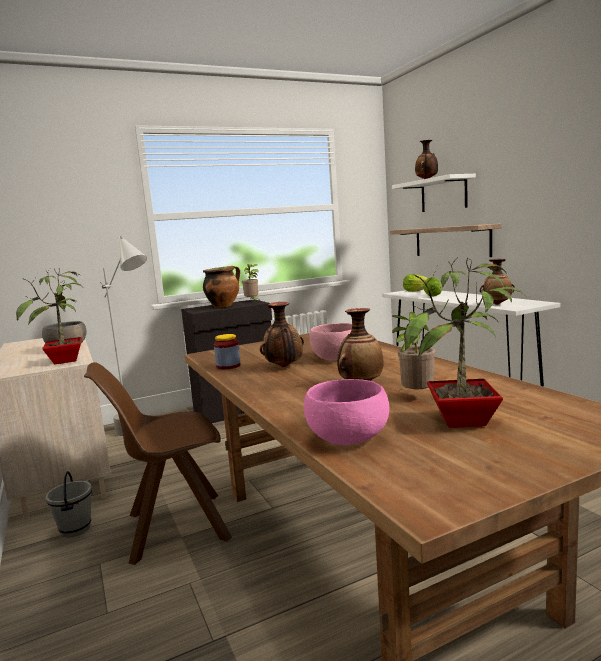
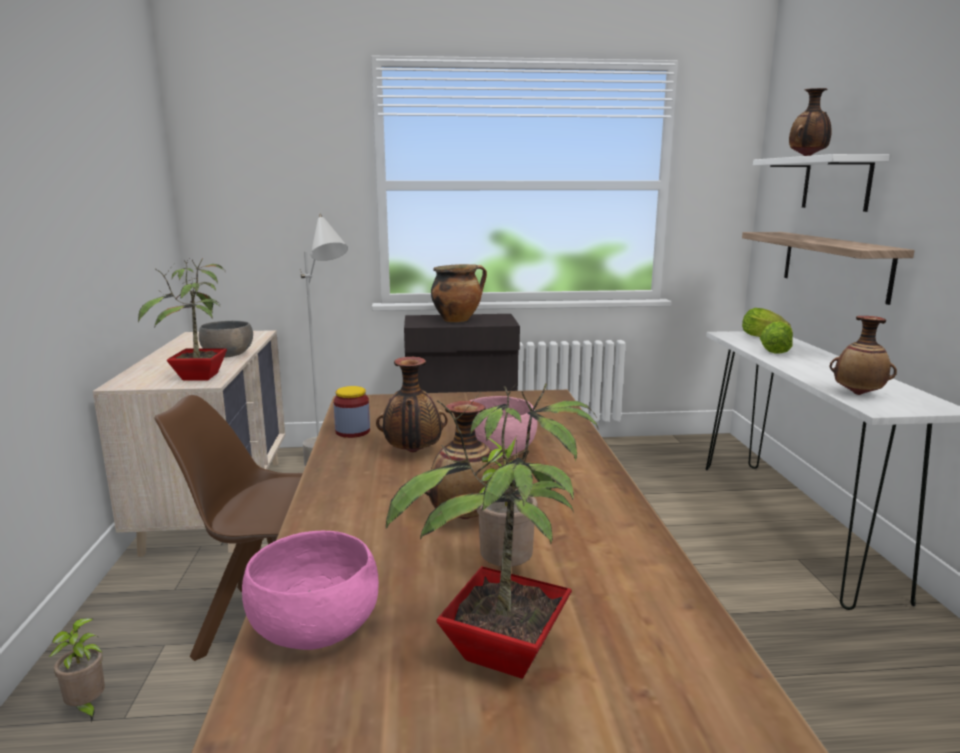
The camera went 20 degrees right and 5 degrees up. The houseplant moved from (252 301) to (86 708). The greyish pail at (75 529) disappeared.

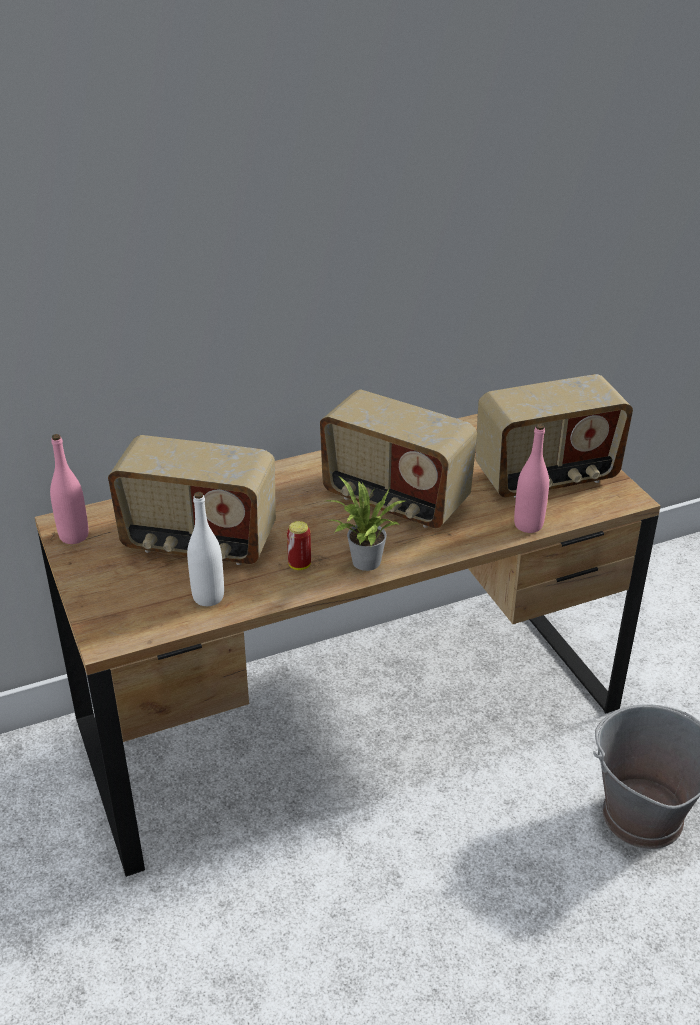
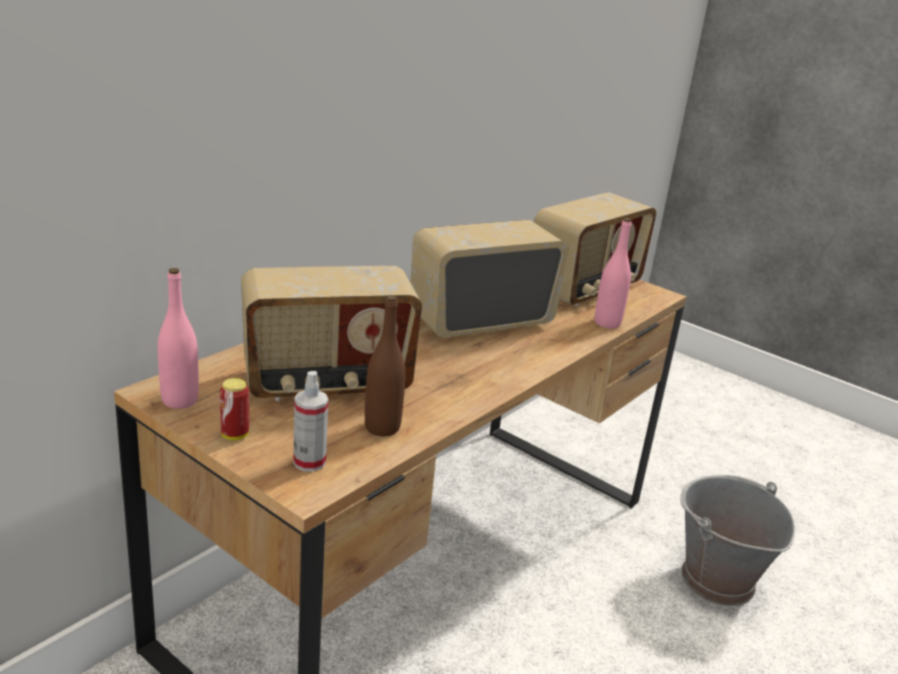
The camera went 30 degrees left and 10 degrees down. The metal can moved from (299 565) to (235 435). The spray bottle at (309 462) appeared. The white bottle at (208 597) became the brown-coloured bottle at (382 427). The radio receiver at (394 501) turned 150 degrees clockwise. The houseplant at (363 563) disappeared.

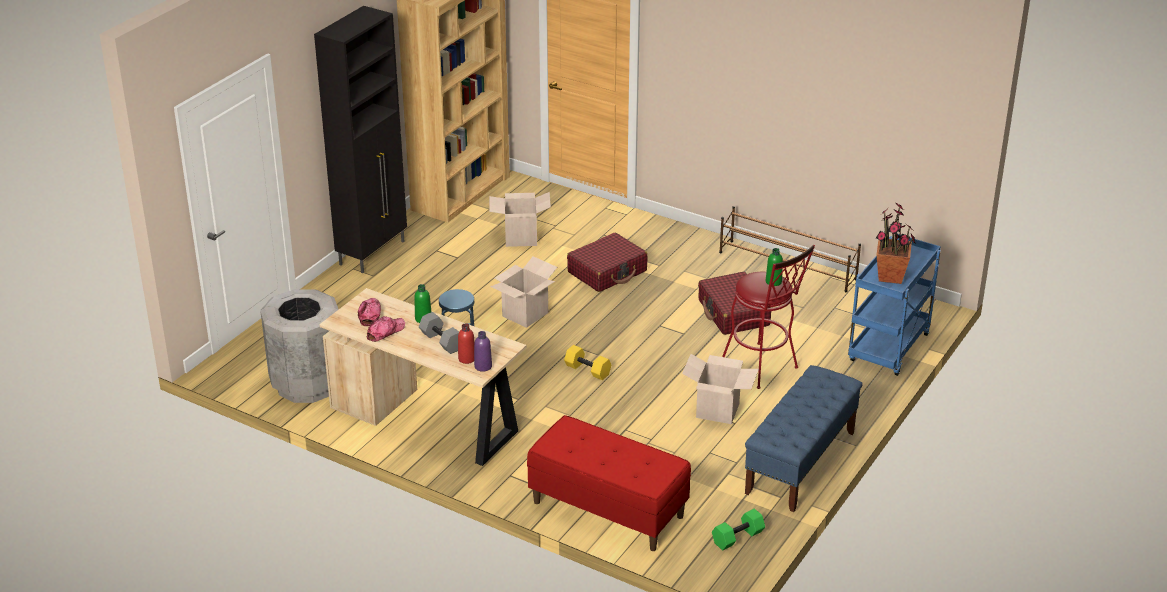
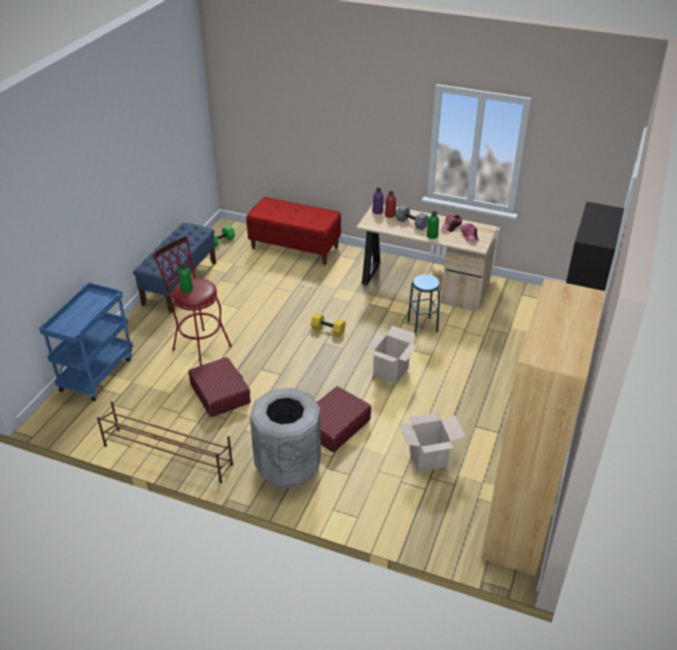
The camera went 170 degrees right and 5 degrees up. The greyish trash can moved from (308 383) to (288 467). The packing box at (717 411) disappeared. The houseplant at (891 276) disappeared.

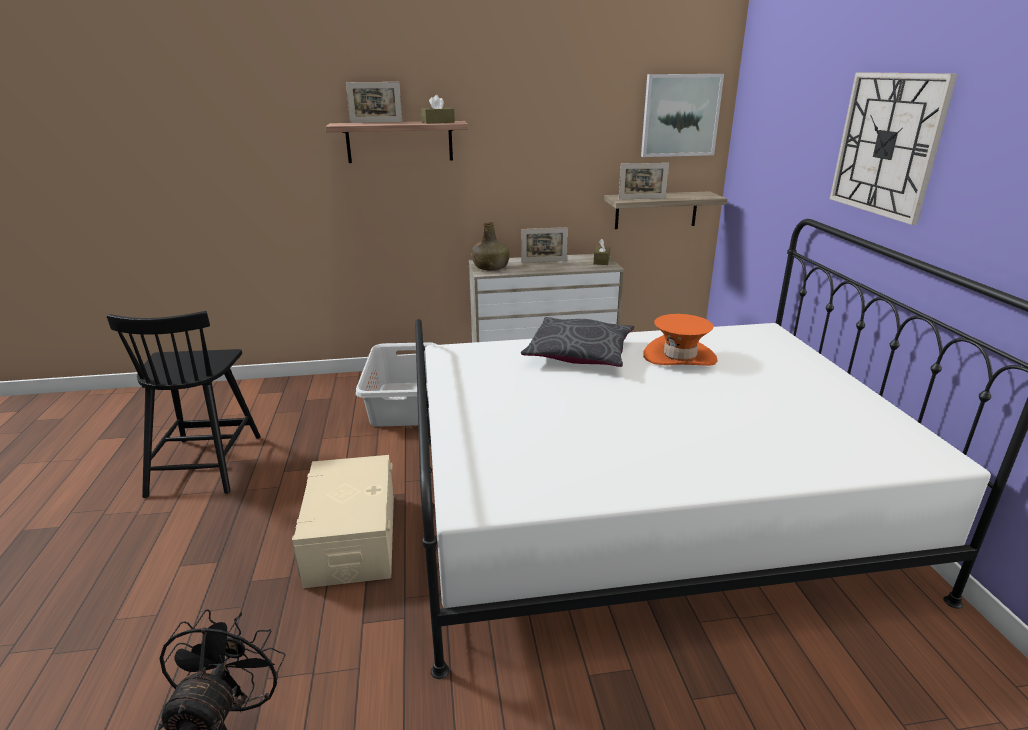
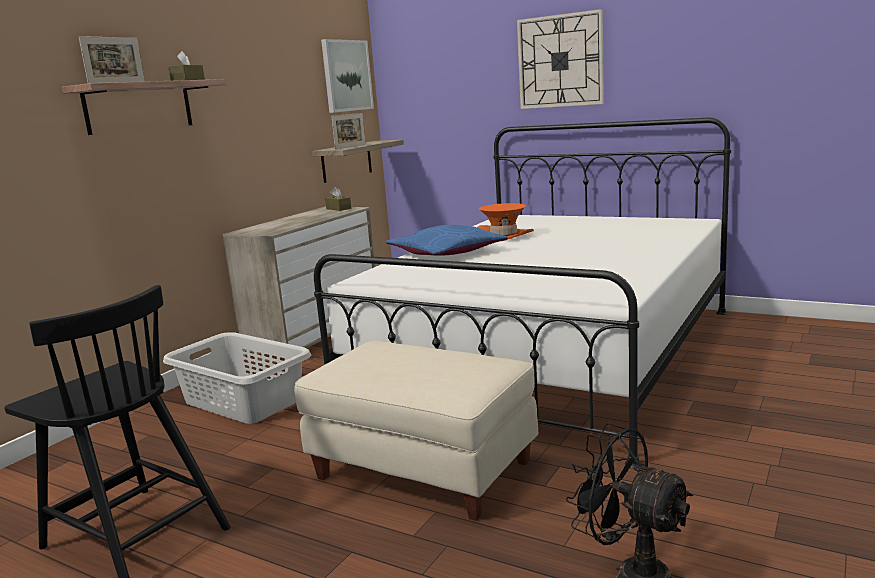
The camera went 50 degrees left and 10 degrees down. The sand-coloured storage box at (352 538) was replaced by the sand-coloured pouffe at (424 469). The greyish pillow at (579 353) became the bluish pillow at (446 253). The green bottle at (490 267) disappeared. The standing frame at (544 261) disappeared.

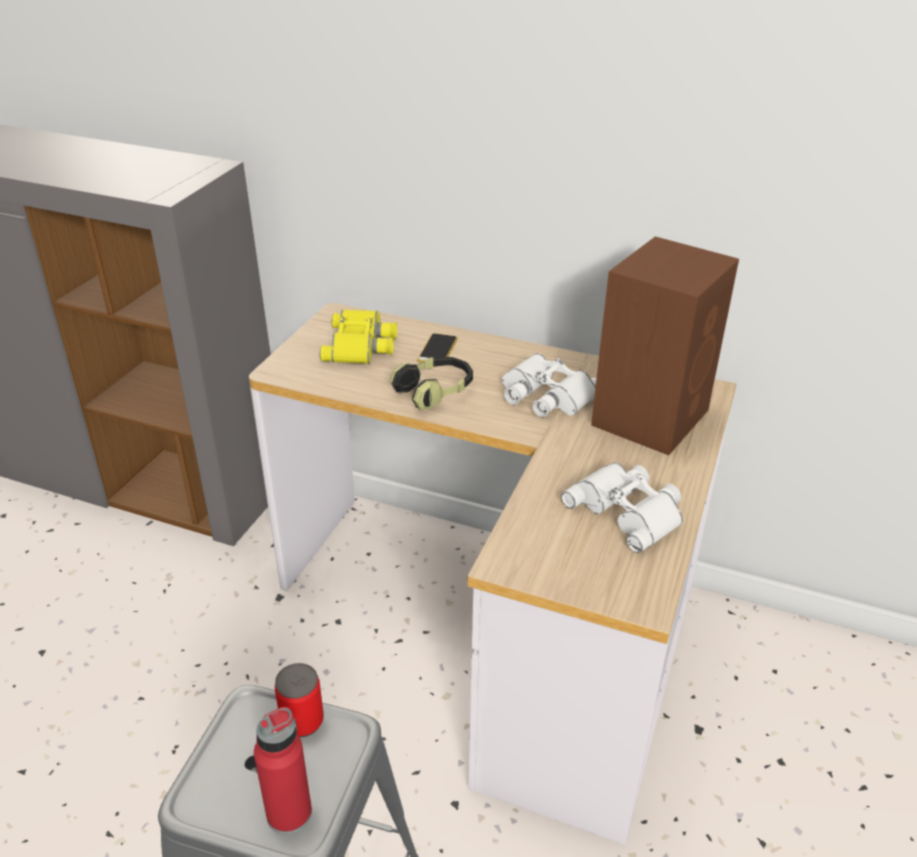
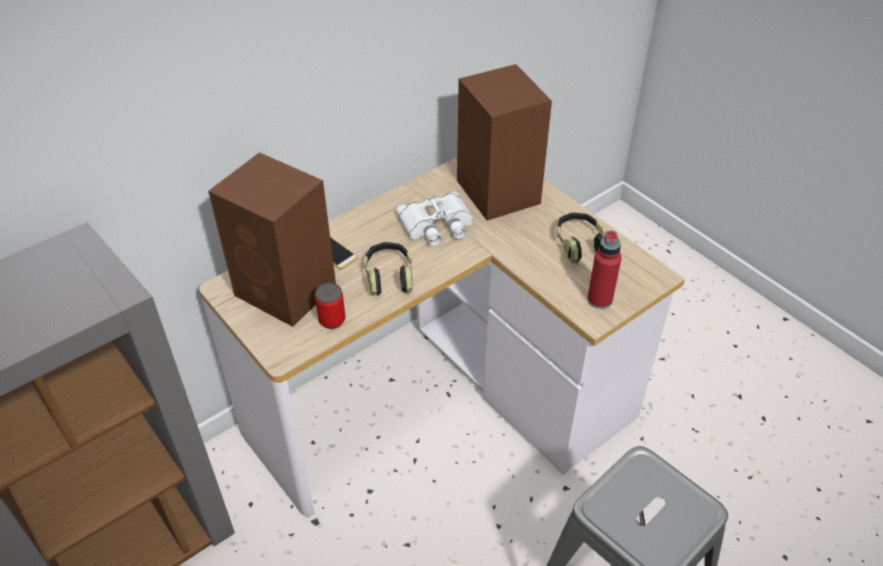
The camera went 60 degrees left and 10 degrees up. The yellow binoculars at (361 345) was replaced by the brown-coloured audio speaker at (287 291). The metal can moved from (302 721) to (332 320). The white binoculars at (628 510) was replaced by the pair of headphones at (580 245). The red bottle moved from (289 814) to (599 300).

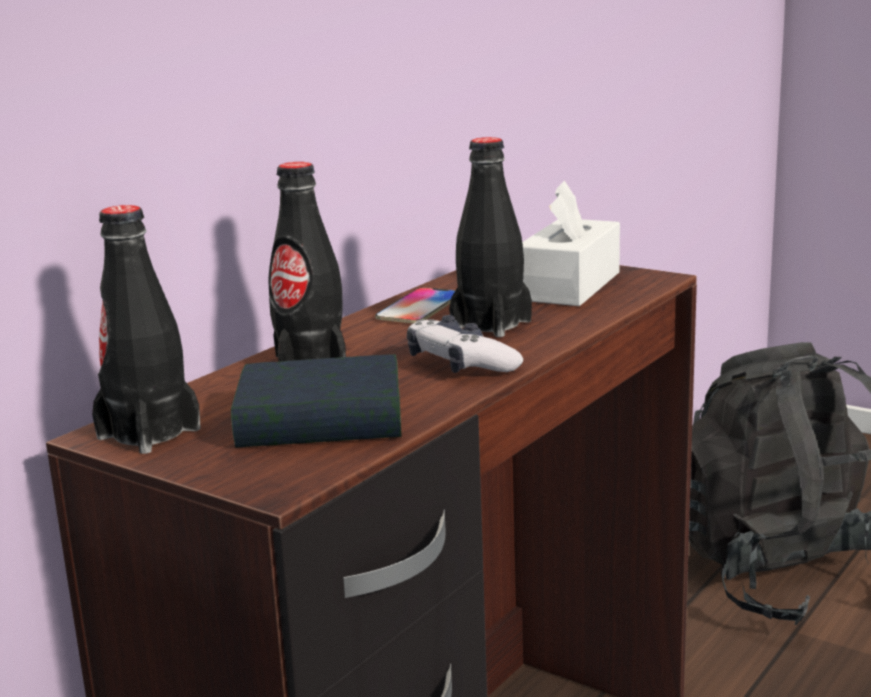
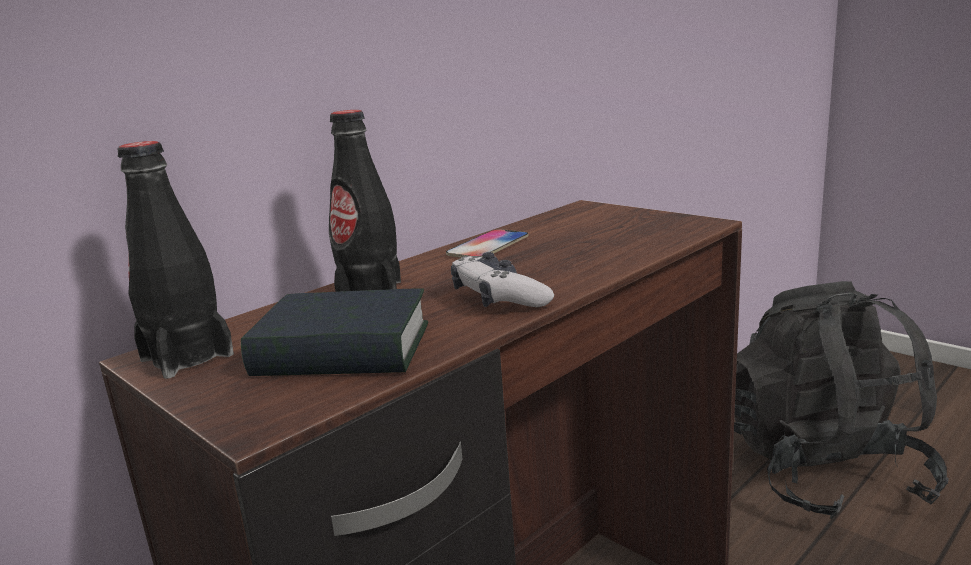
The camera went 10 degrees right and 0 degrees up. The blackish bottle at (491 324) disappeared. The white box of tissues at (569 286) disappeared.

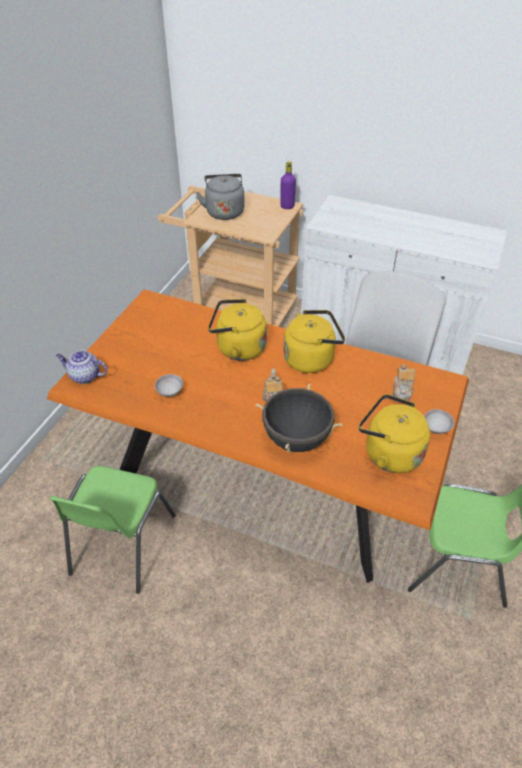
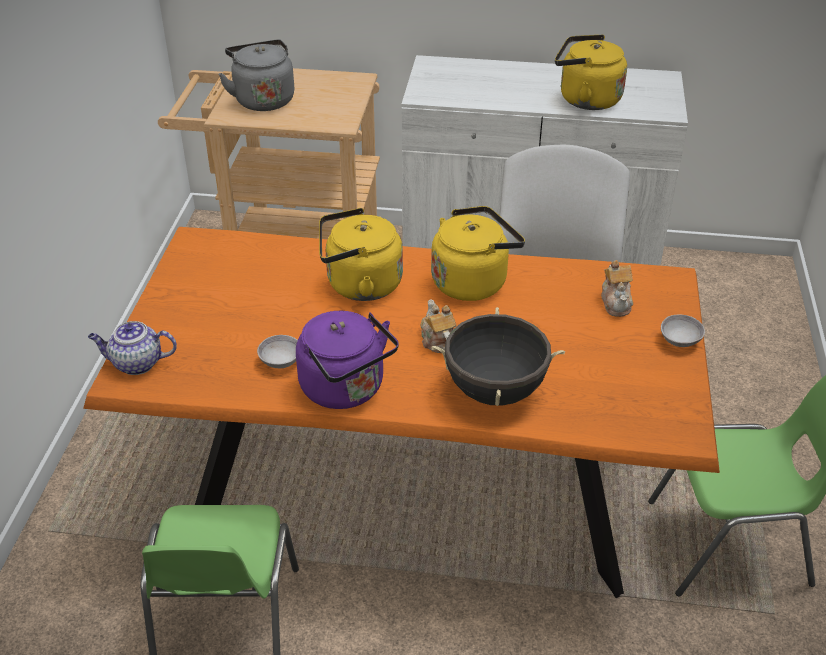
The camera went 15 degrees left and 5 degrees down. The purple kettle at (346 390) appeared. The yellow kettle moved from (389 453) to (585 99). The purple bottle at (287 206) disappeared.

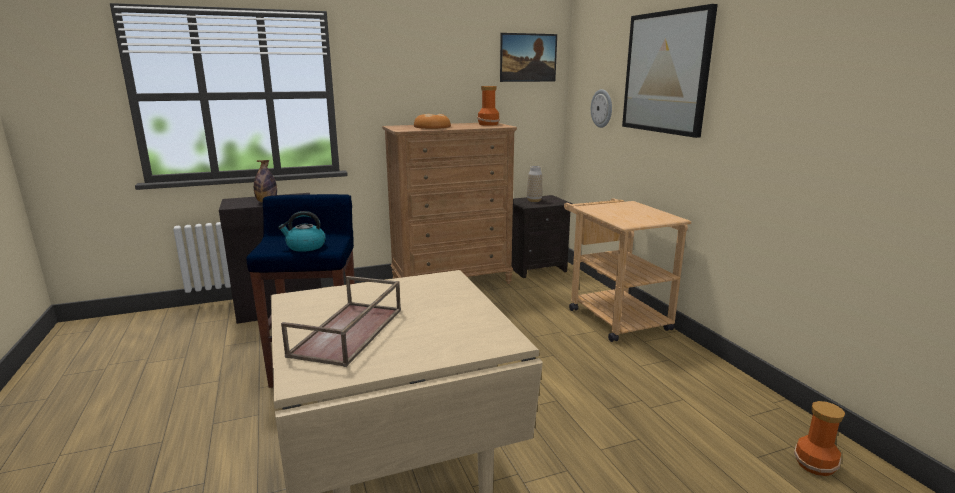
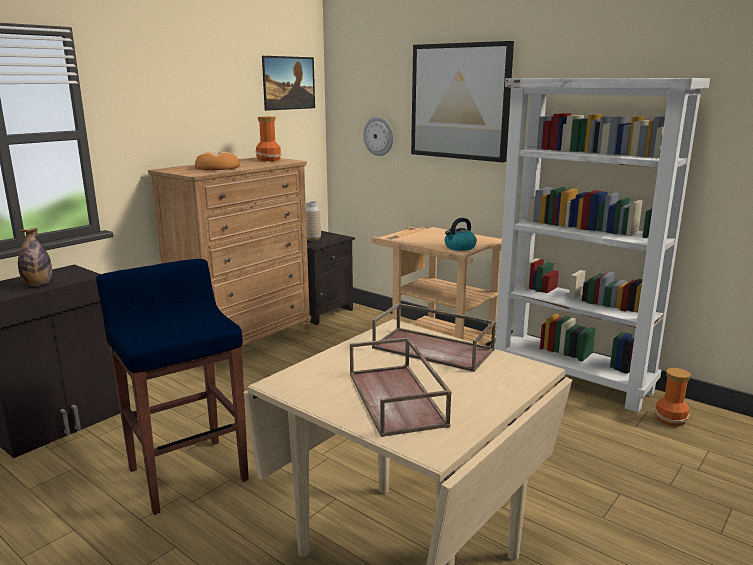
The camera went 30 degrees left and 0 degrees up. The brown-coloured serving tray at (434 348) appeared. The kettle moved from (305 247) to (459 247). The white bookshelf at (572 379) appeared.

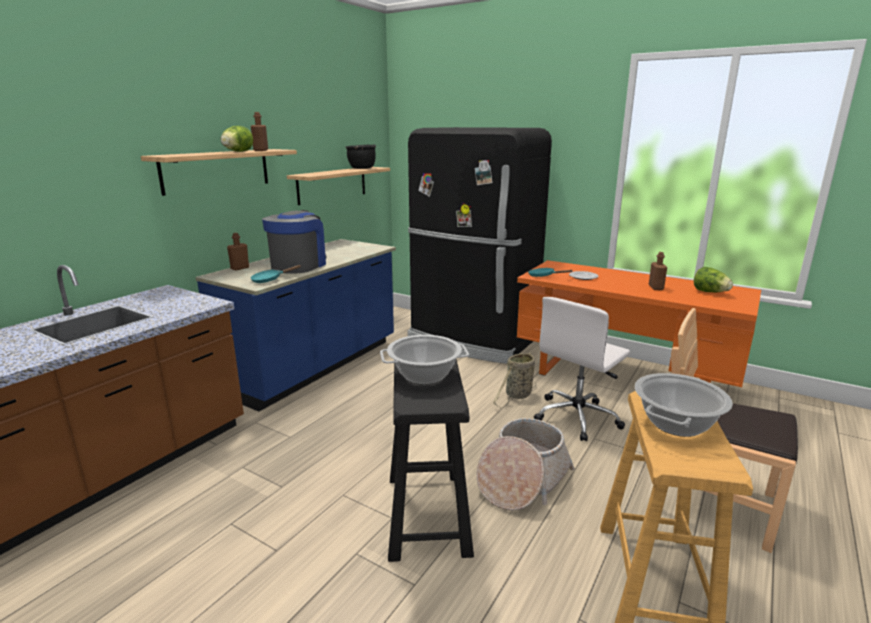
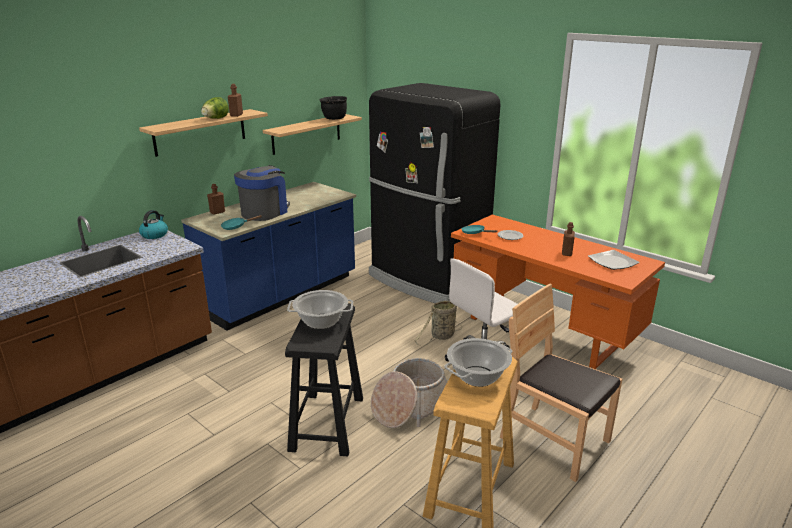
The camera went 10 degrees right and 5 degrees up. The kettle at (154 234) appeared. The lettuce head at (710 292) was replaced by the flat dish at (612 261).

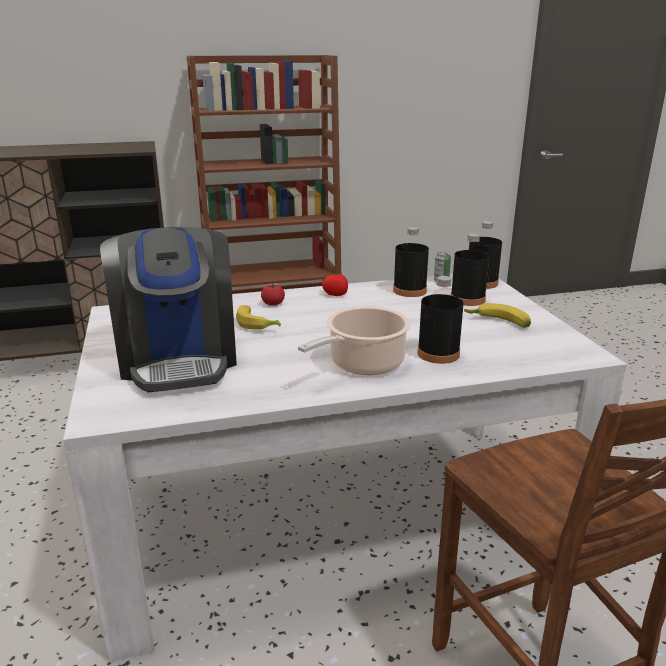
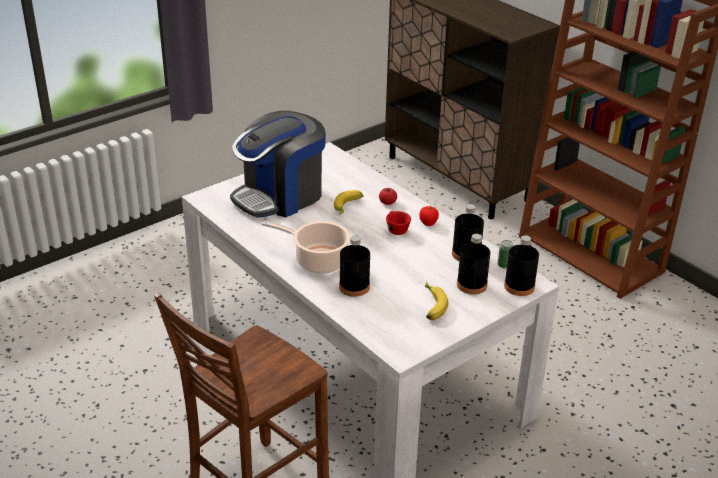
The camera went 65 degrees right and 10 degrees up. The red drinking cup at (396 229) appeared.

